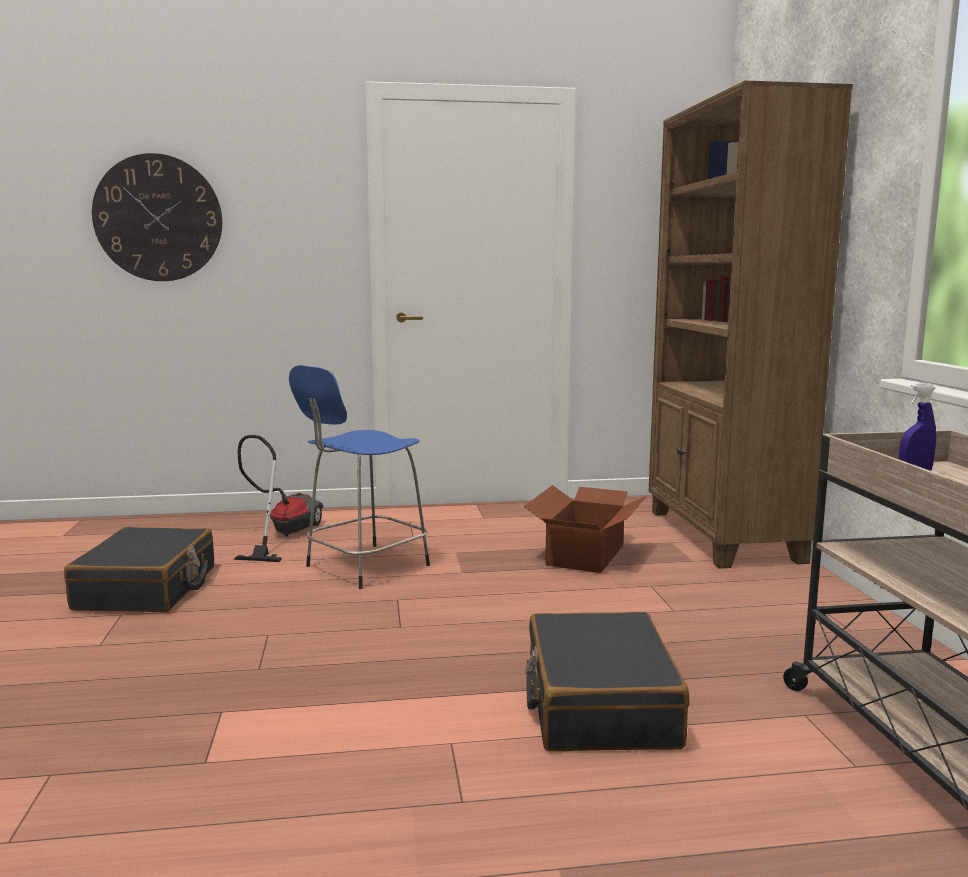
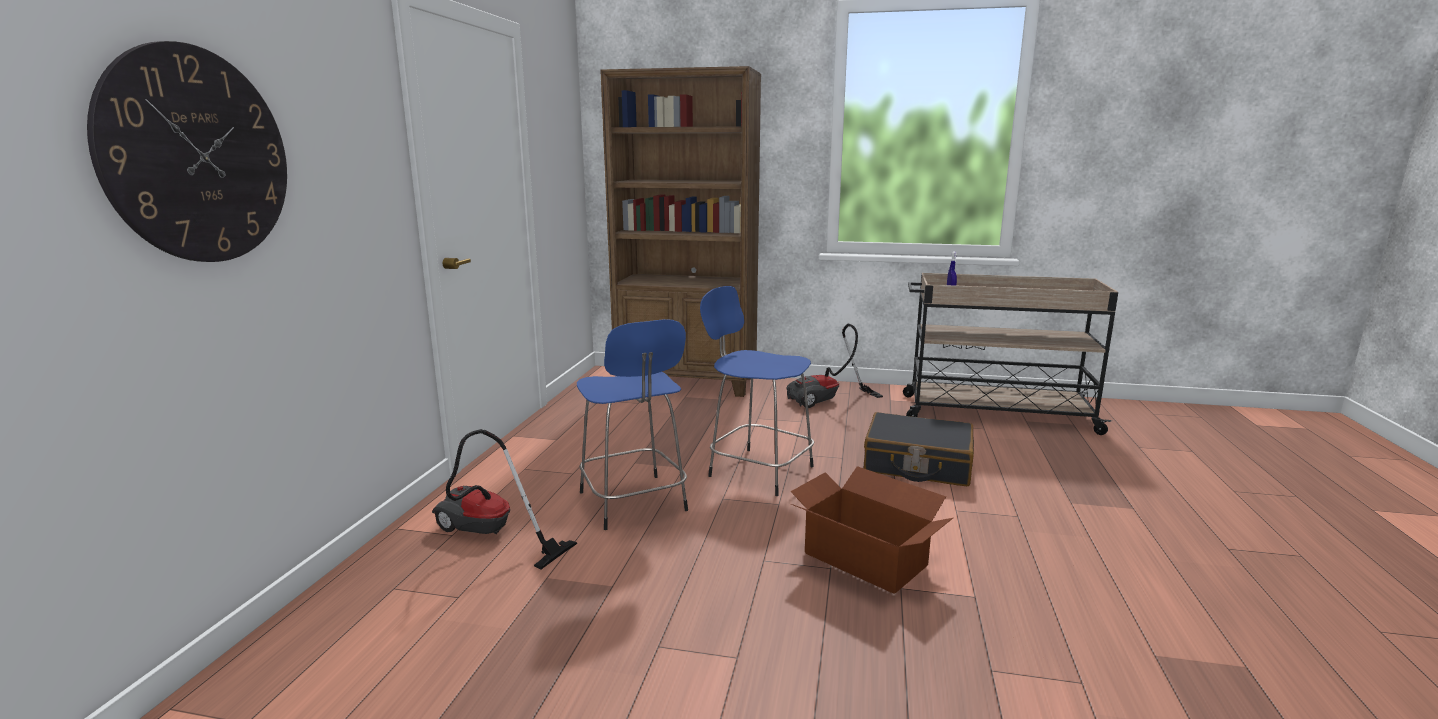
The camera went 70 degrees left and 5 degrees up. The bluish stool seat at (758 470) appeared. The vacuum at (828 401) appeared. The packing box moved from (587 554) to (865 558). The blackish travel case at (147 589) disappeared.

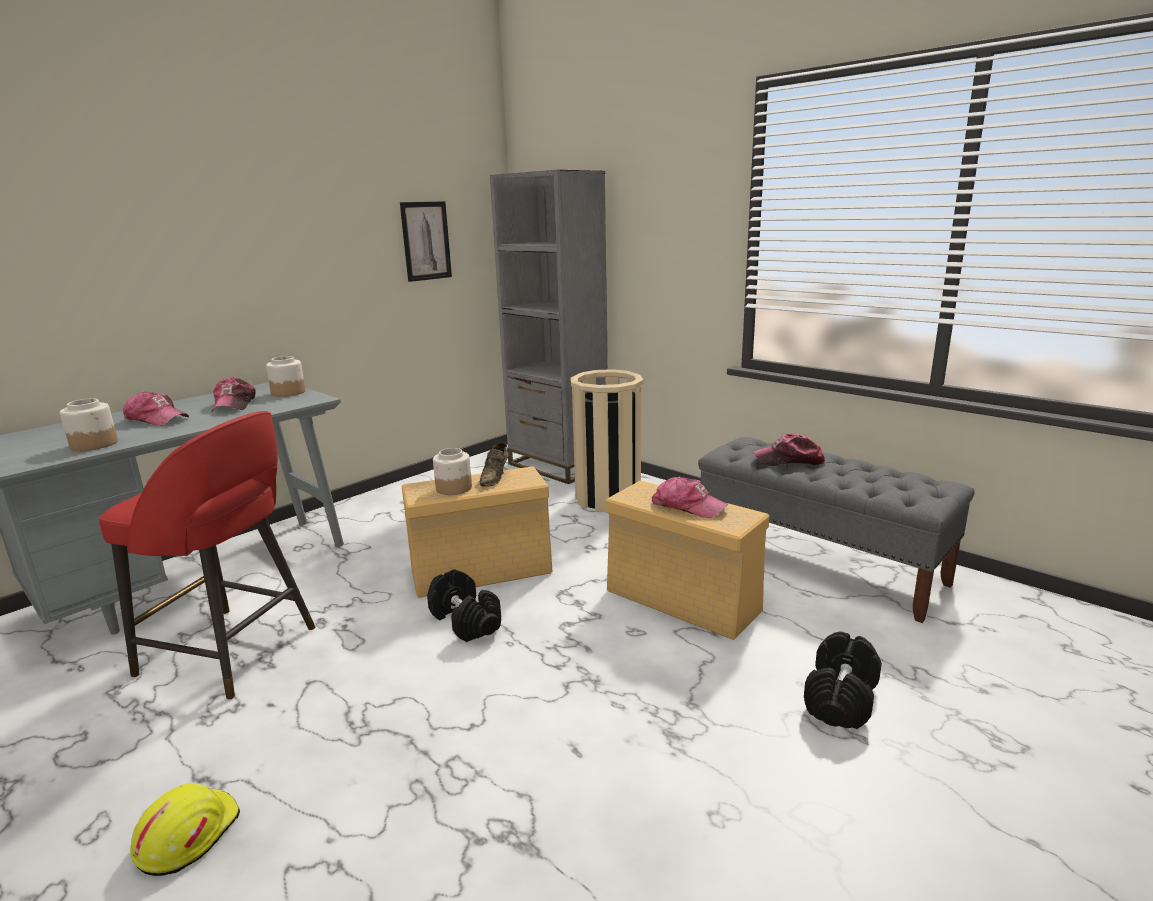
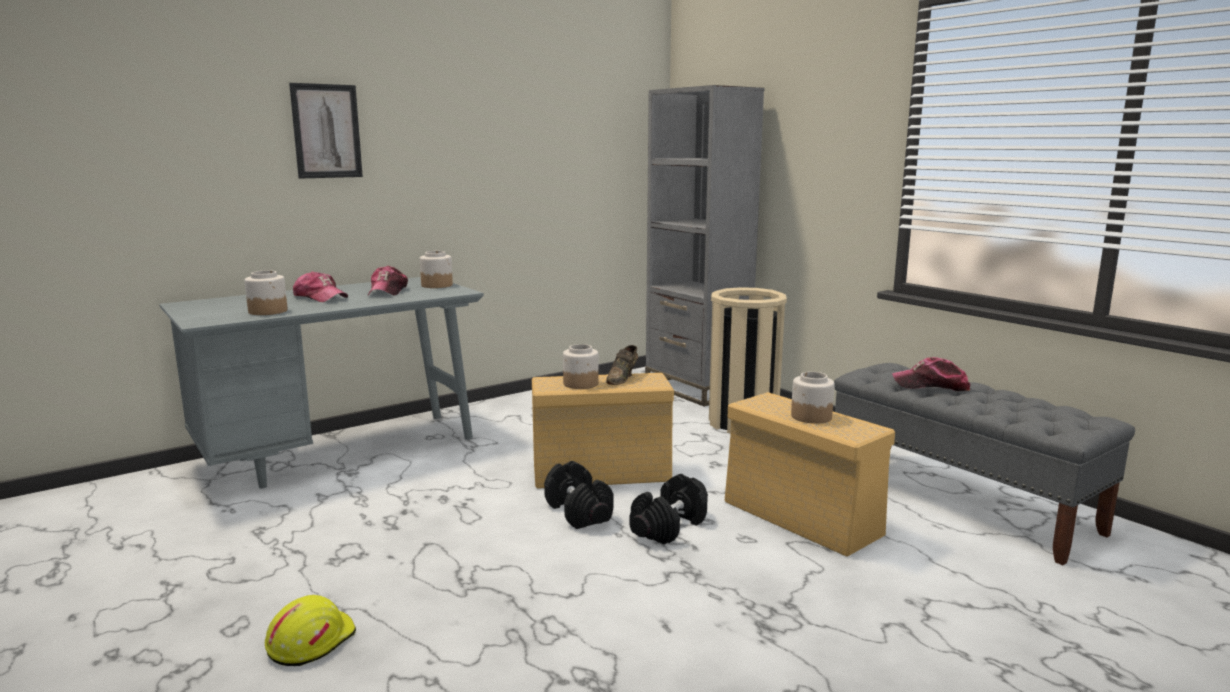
The camera went 10 degrees right and 5 degrees down. The wall picture moved from (426 241) to (326 131). The blackish dumbbell moved from (841 698) to (669 527). The cap at (688 506) was replaced by the jar at (810 416). The red stool seat at (232 652) disappeared.

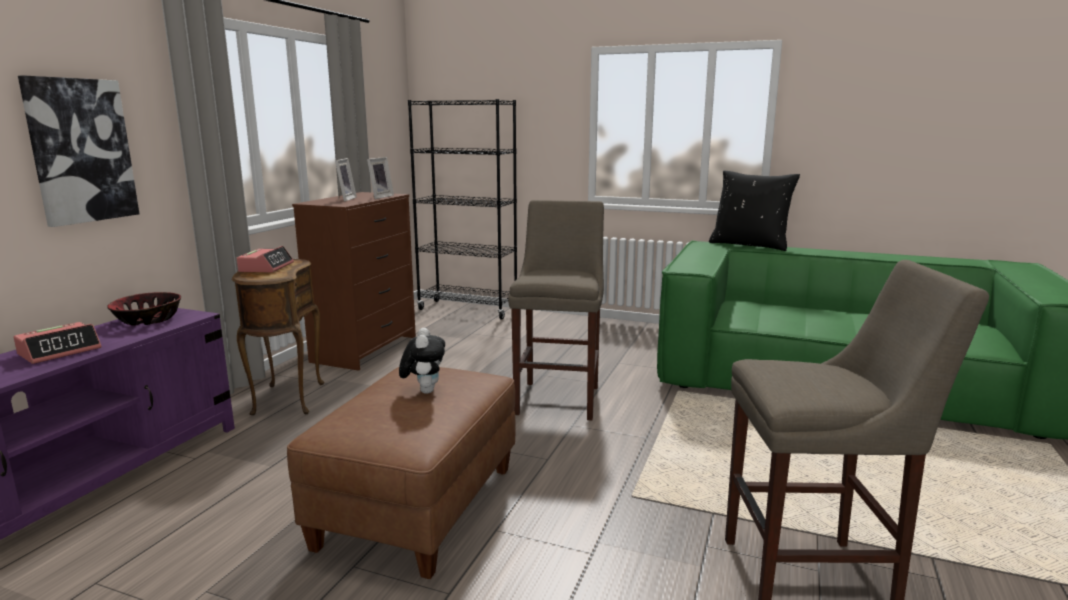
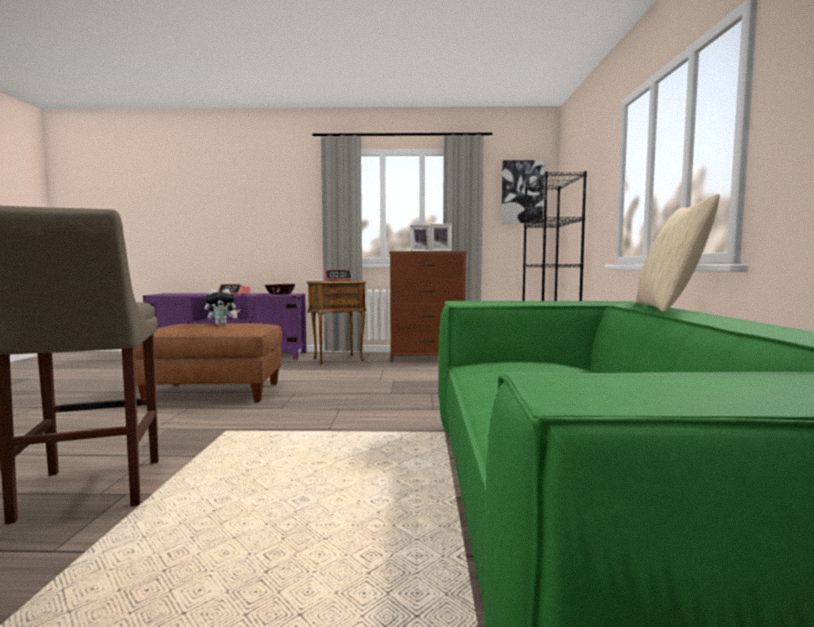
The camera went 70 degrees right and 10 degrees down. The wall picture moved from (80 151) to (522 192). The blackish pillow at (750 244) became the sand-coloured pillow at (669 307). The sand-coloured stool seat at (559 398) disappeared.

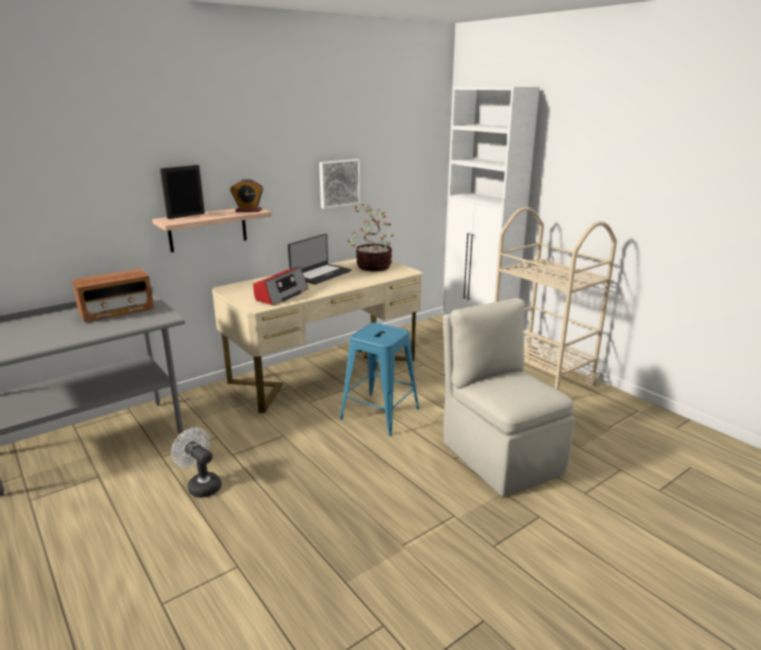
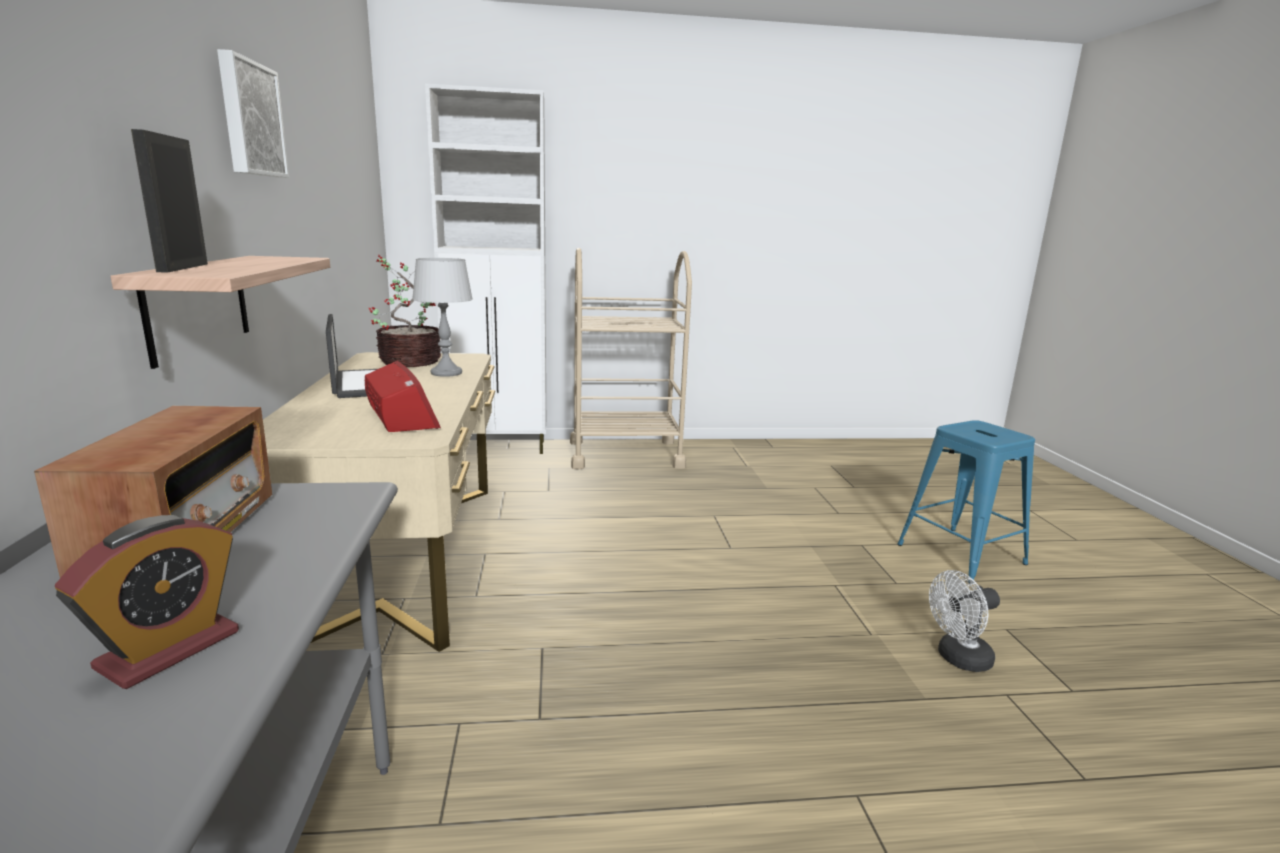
The camera went 60 degrees left and 5 degrees down. The bedside clock moved from (248 210) to (169 650). The wall picture moved from (338 183) to (249 119). The greyish lamp for a table at (446 373) appeared. The bluish stool seat moved from (379 413) to (960 554). The white electric fan moved from (201 485) to (958 659). The sand-coloured plain chair at (500 456) disappeared.

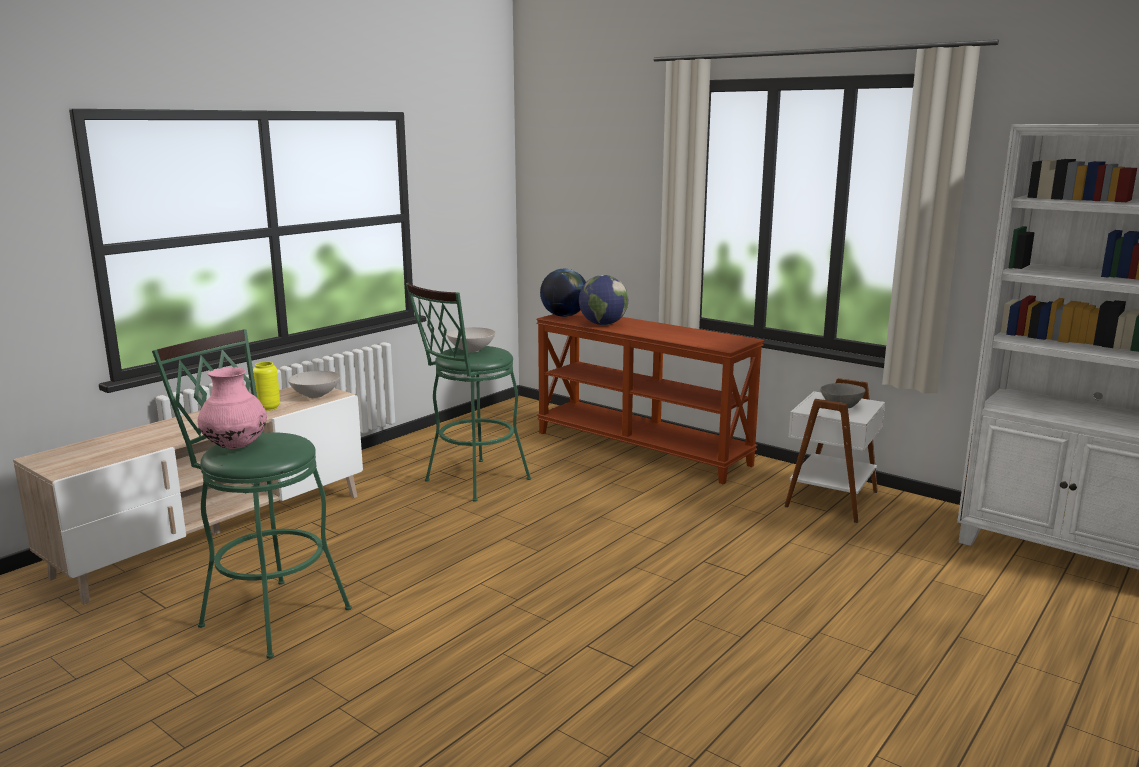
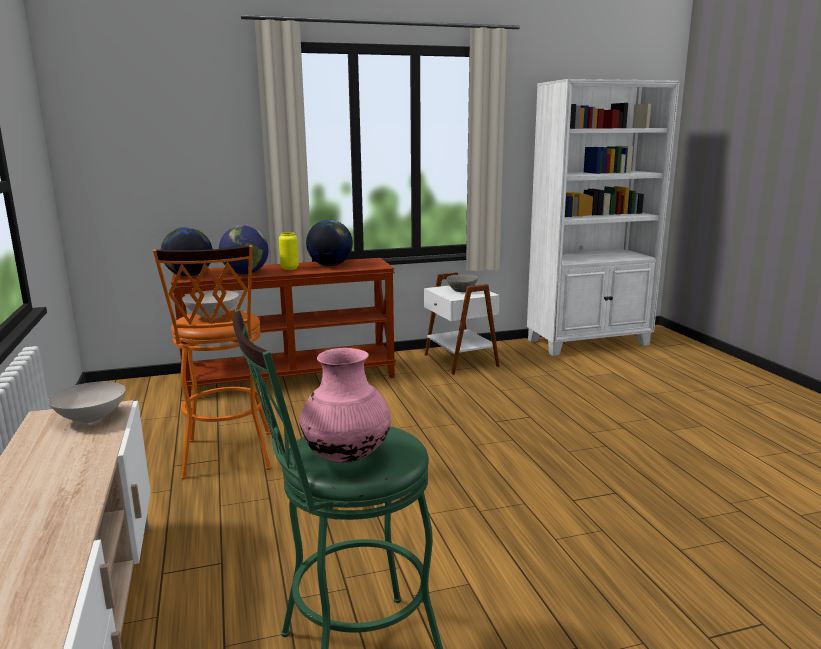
The camera went 55 degrees left and 0 degrees up. The green stool seat at (471 482) became the orangey stool seat at (227 459). The yellow decorative vase moved from (268 408) to (289 268). The globe at (330 265) appeared.

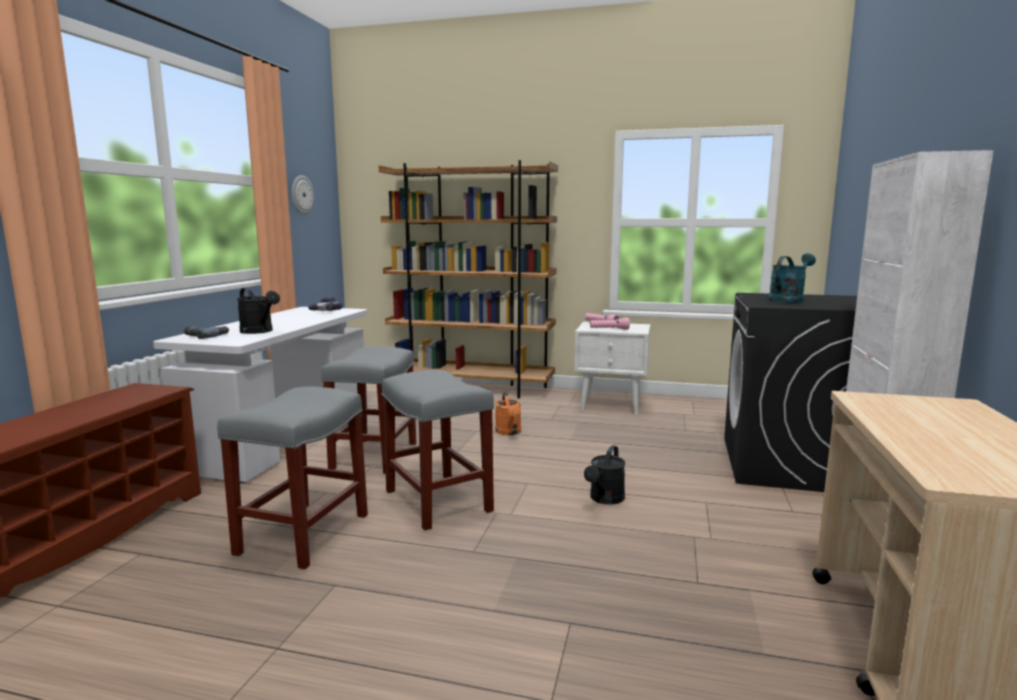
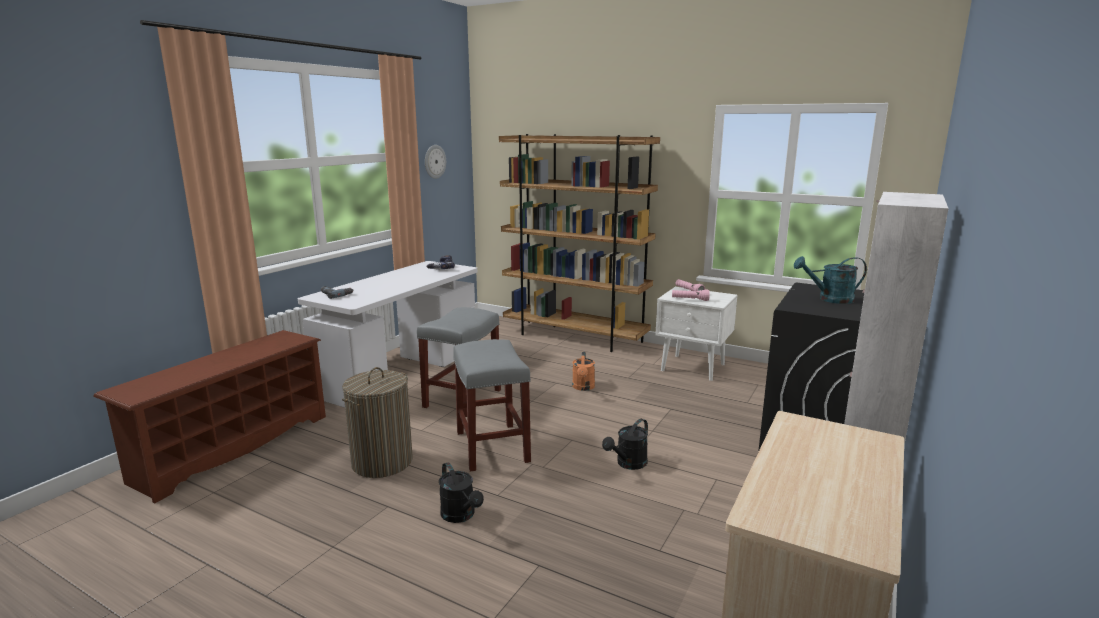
The camera went 15 degrees right and 5 degrees up. The greyish stool seat at (303 535) was replaced by the washing basket at (382 462). The blackish watering pot moved from (259 331) to (461 516). The blue-green watering pot at (788 300) turned 150 degrees counterclockwise.

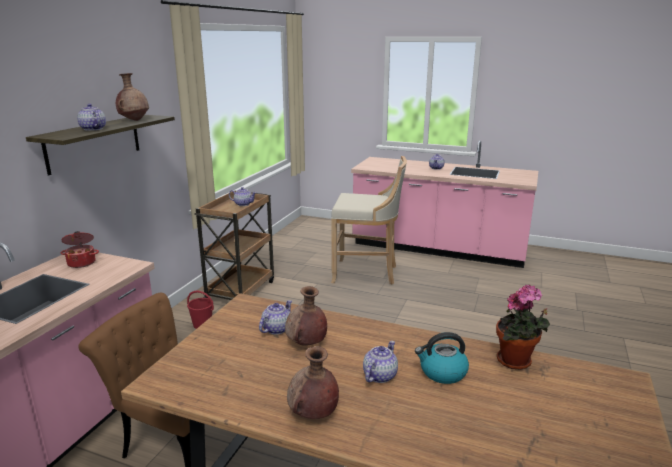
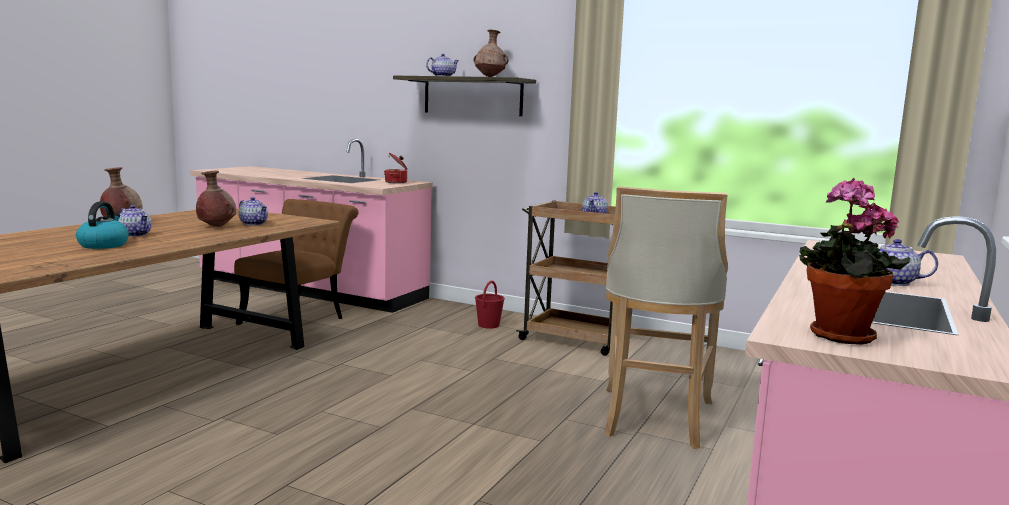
The camera went 95 degrees right and 10 degrees down. The houseplant moved from (516 362) to (838 337).

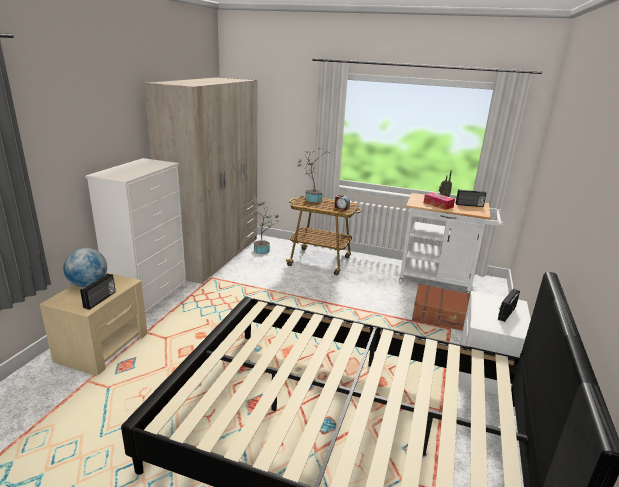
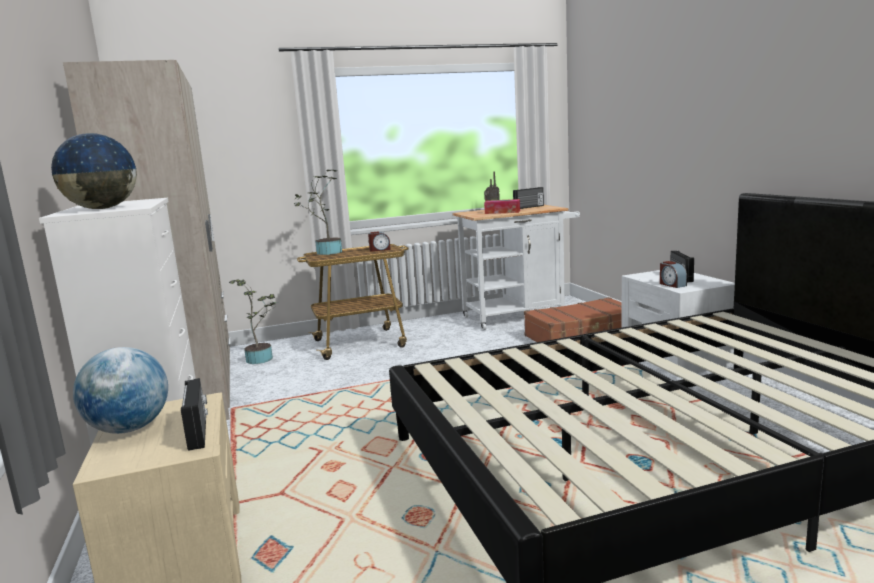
The camera went 35 degrees left and 10 degrees down. The globe at (102 209) appeared. The bedside clock at (672 284) appeared.

